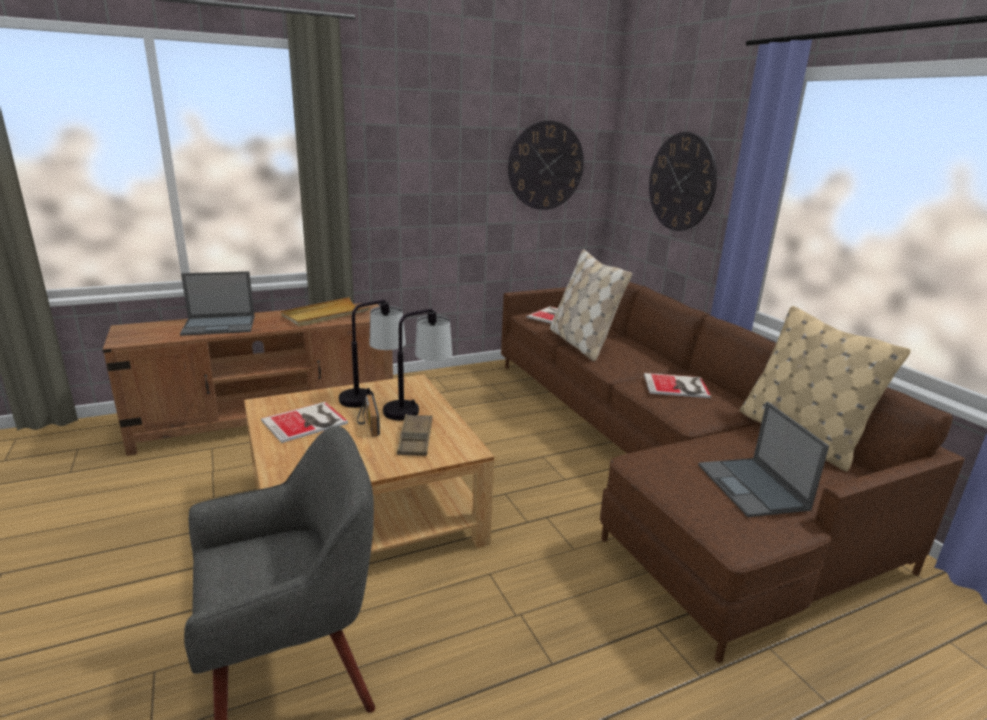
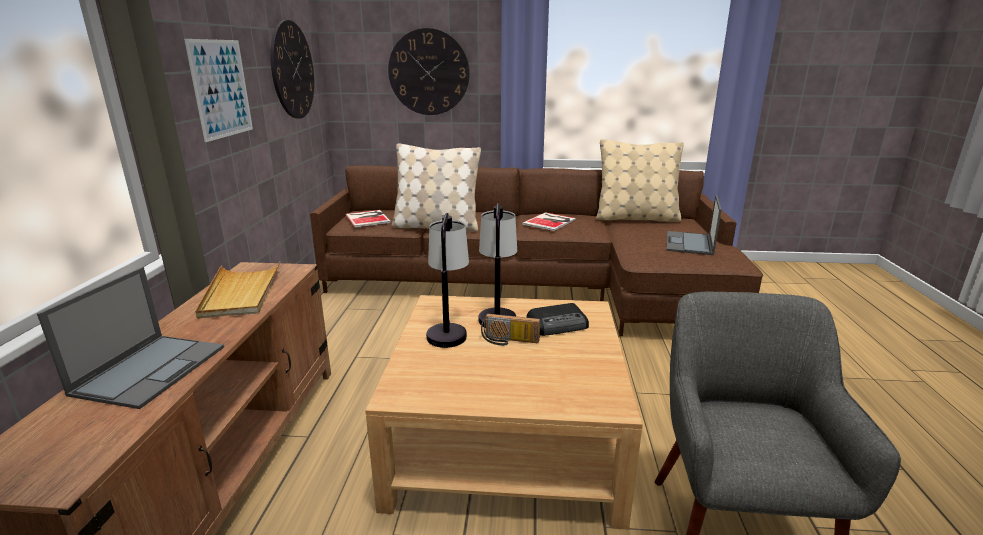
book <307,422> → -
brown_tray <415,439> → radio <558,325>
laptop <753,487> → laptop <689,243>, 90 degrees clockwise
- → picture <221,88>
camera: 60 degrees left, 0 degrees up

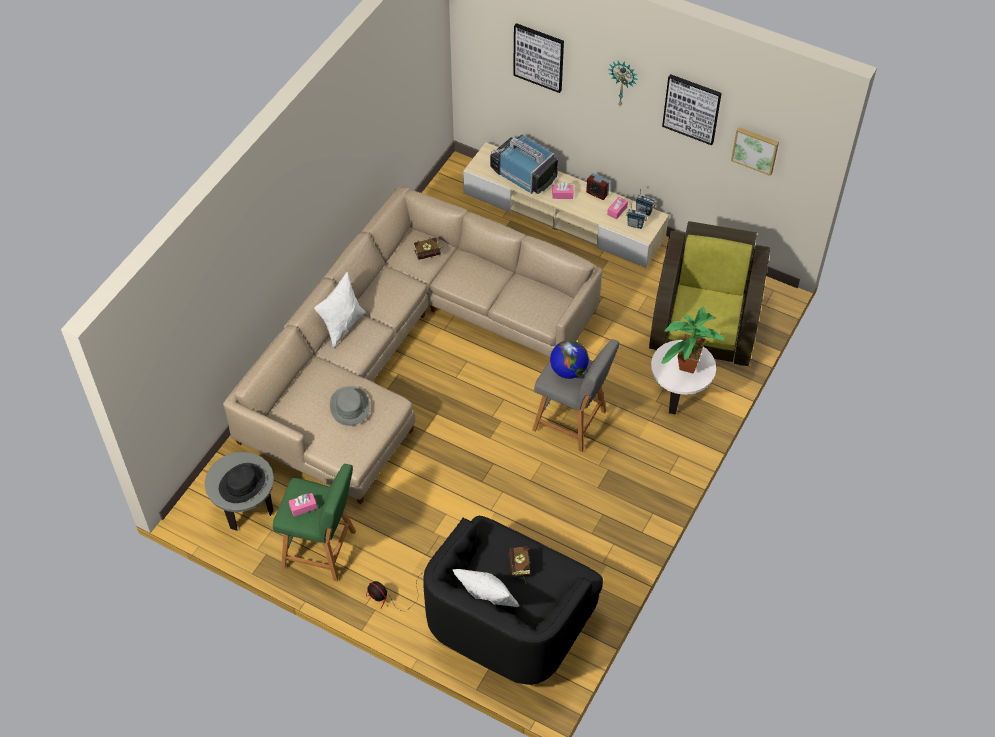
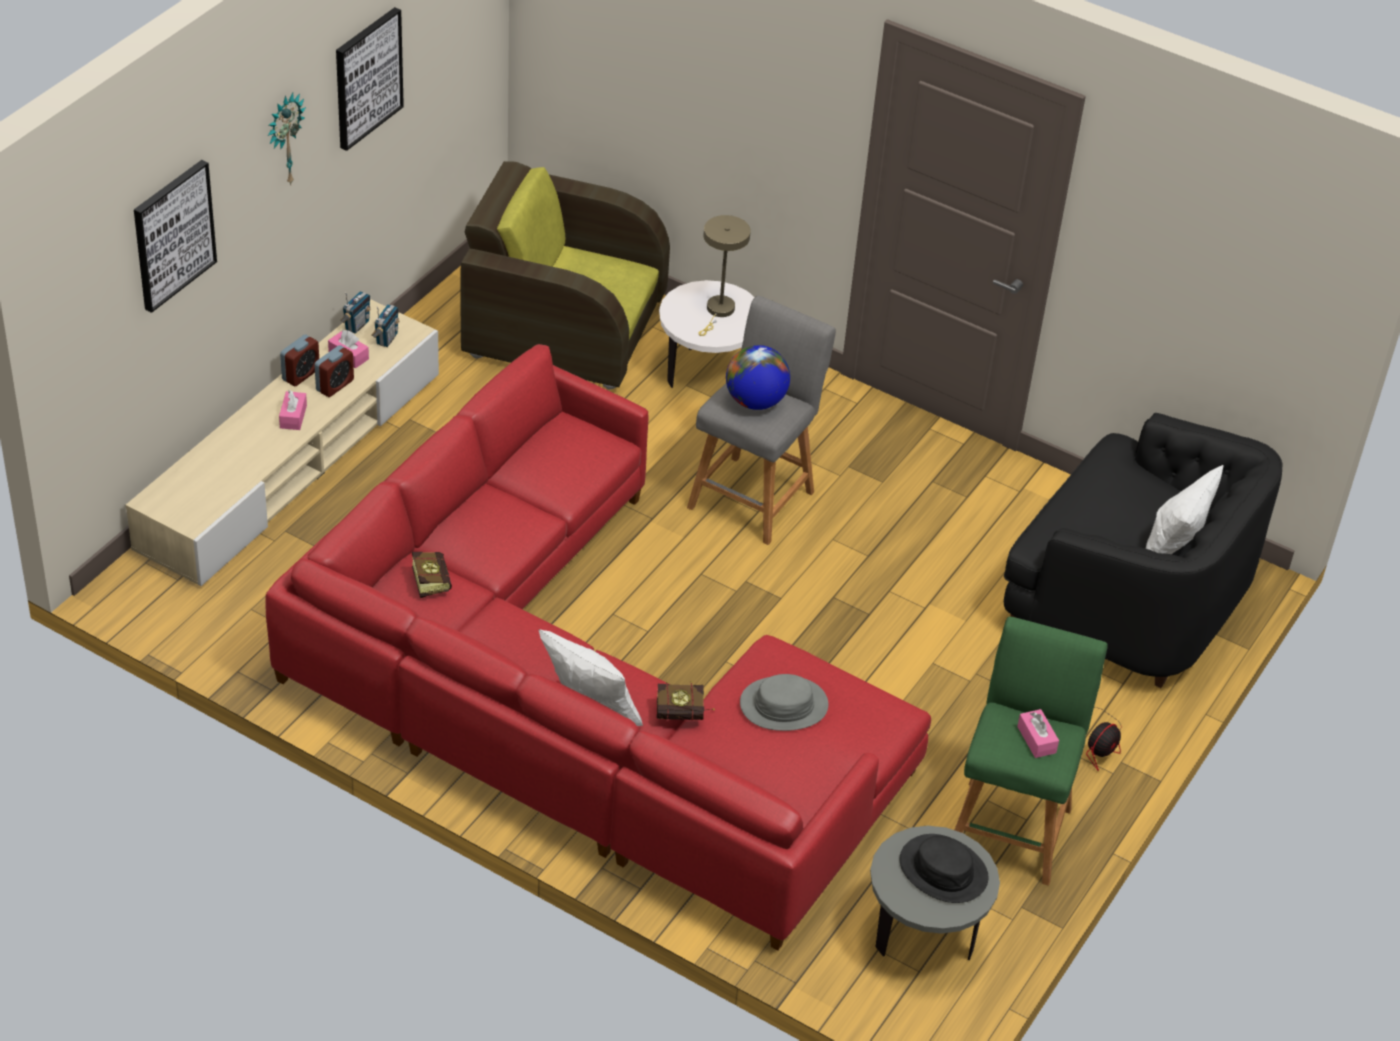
beige_sofa <403,351> → red_sofa <580,698>
television <523,175> → -
book <519,568> → book <685,715>, shifted
potted_plant <685,369> → beige_table_lamp <719,311>
picture <755,149> → -
- → alarm_clock <335,385>
camera: 90 degrees left, 10 degrees down

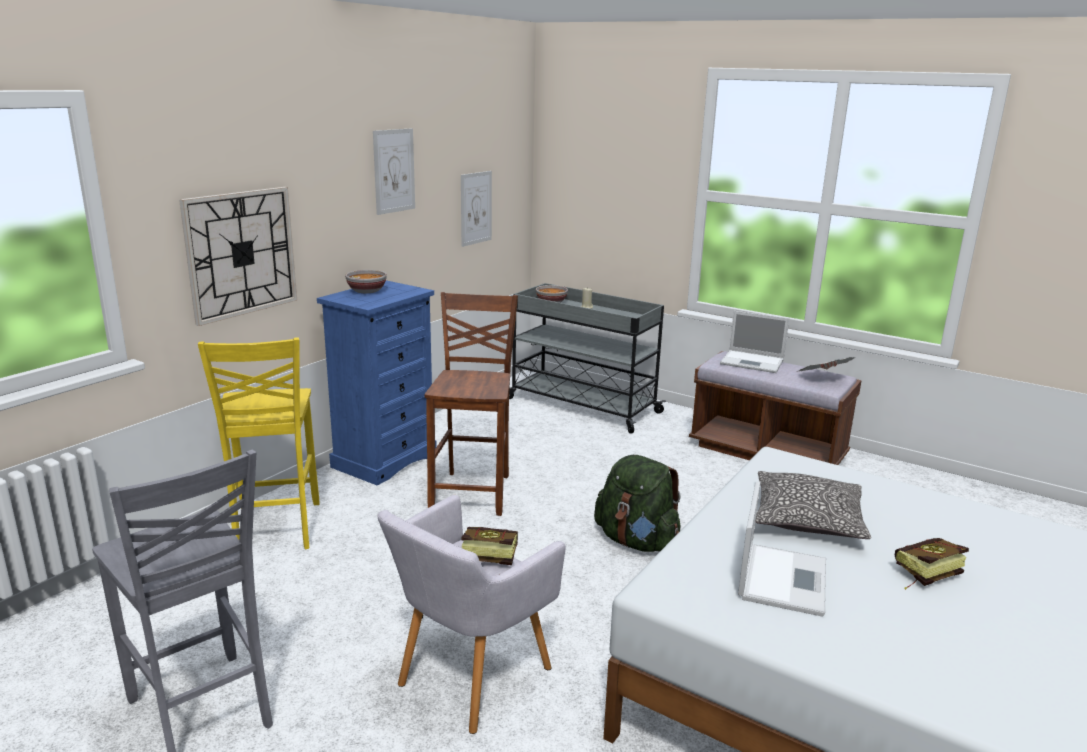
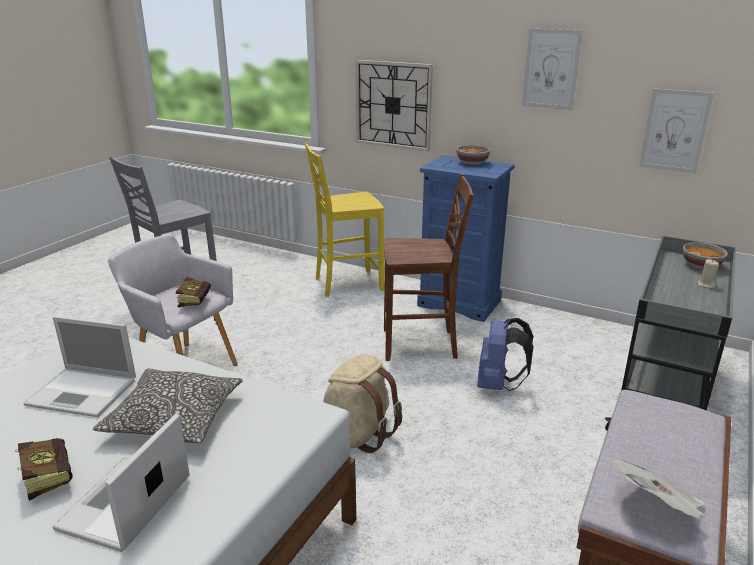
green_backpack <637,541> → beige_backpack <358,435>
laptop <753,362> → laptop <124,505>, shifted
- → blue_backpack <498,385>
camera: 85 degrees right, 5 degrees up

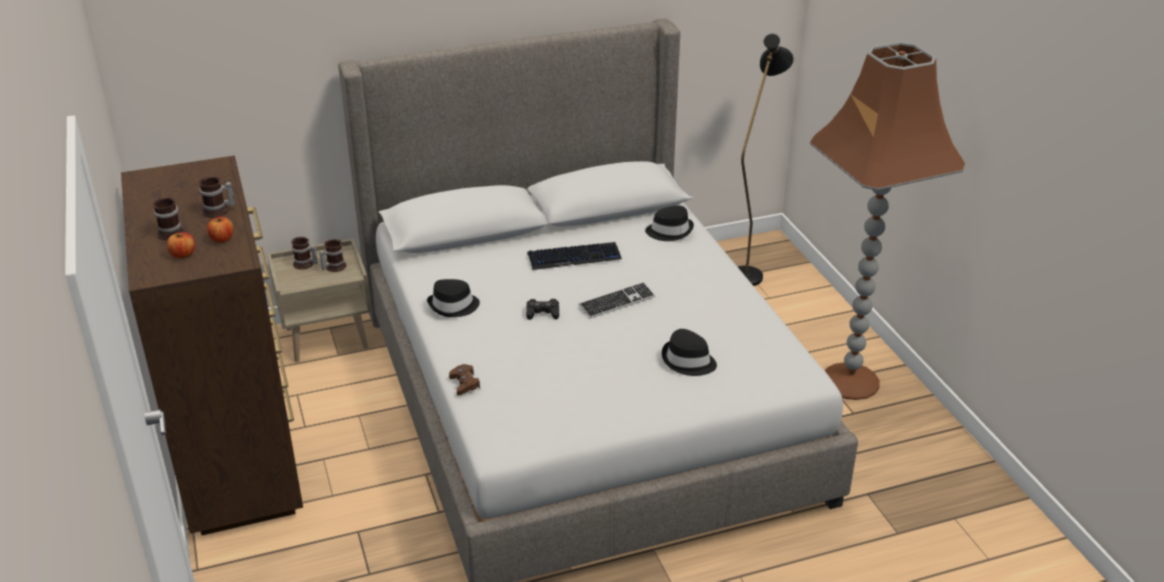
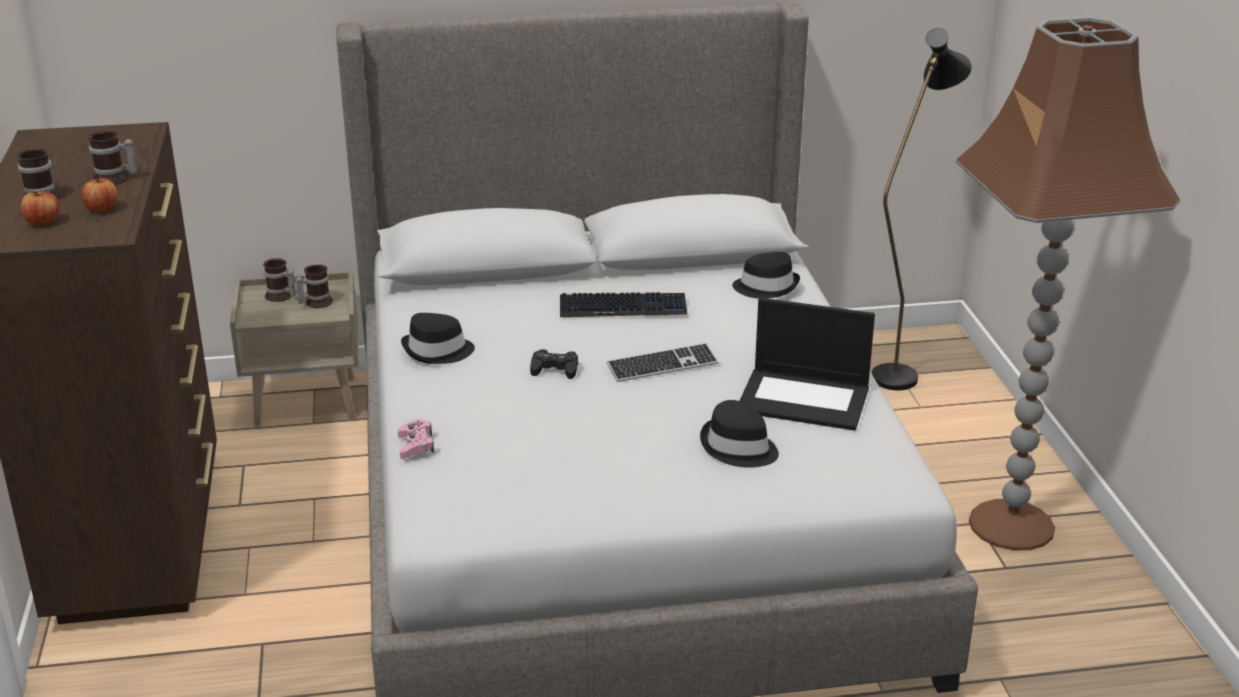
brown_game_controller <464,383> → pink_game_controller <416,445>
- → laptop <805,399>
camera: 10 degrees right, 5 degrees down

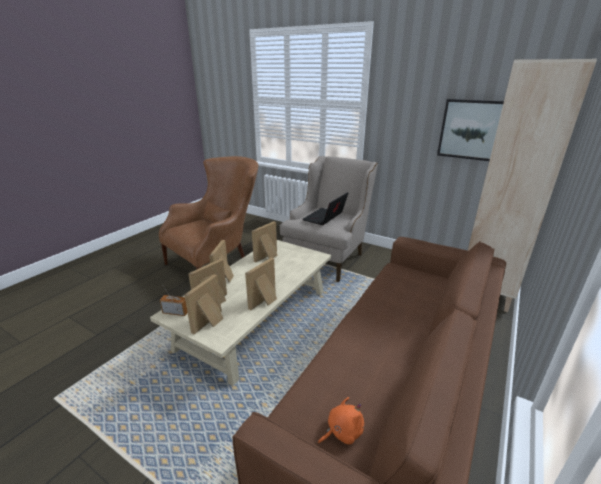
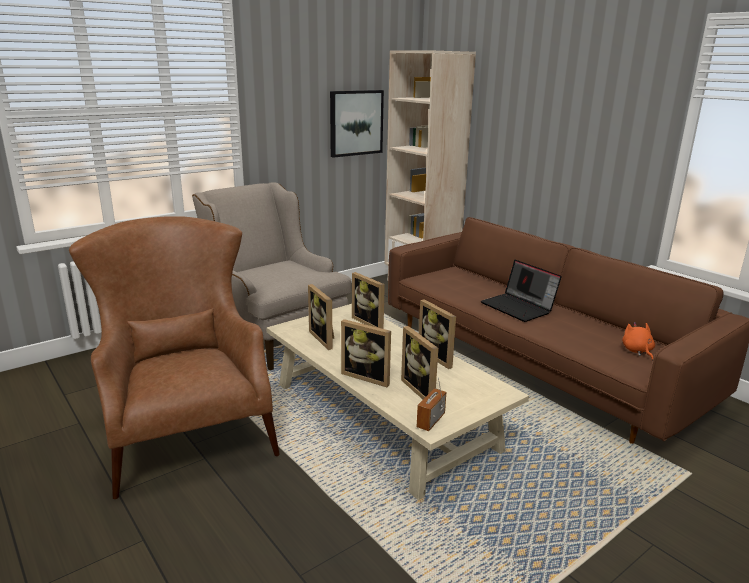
picture_frame <210,323> → picture_frame <371,322>, shifted
laptop <325,218> → laptop <519,307>, shifted
camera: 70 degrees left, 5 degrees down

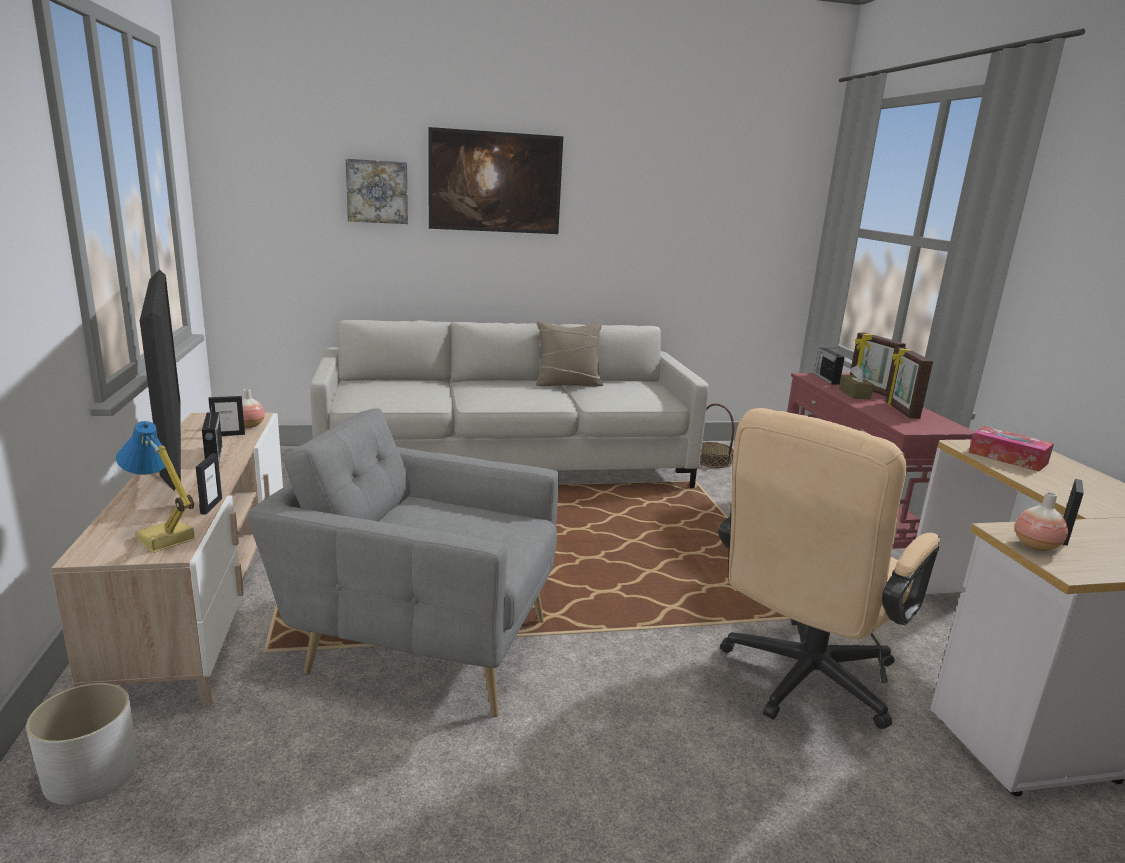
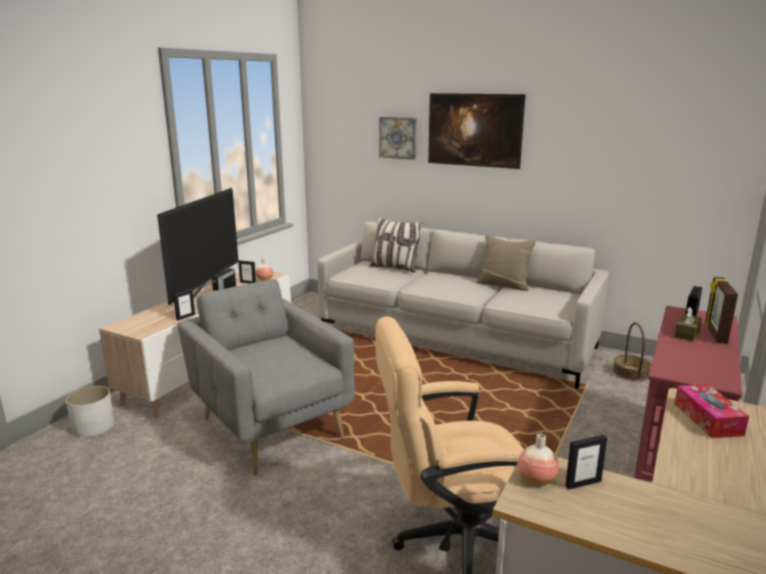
table_lamp <163,540> → -
picture_frame <900,410> → -
- → pillow <394,268>
camera: 40 degrees right, 0 degrees up

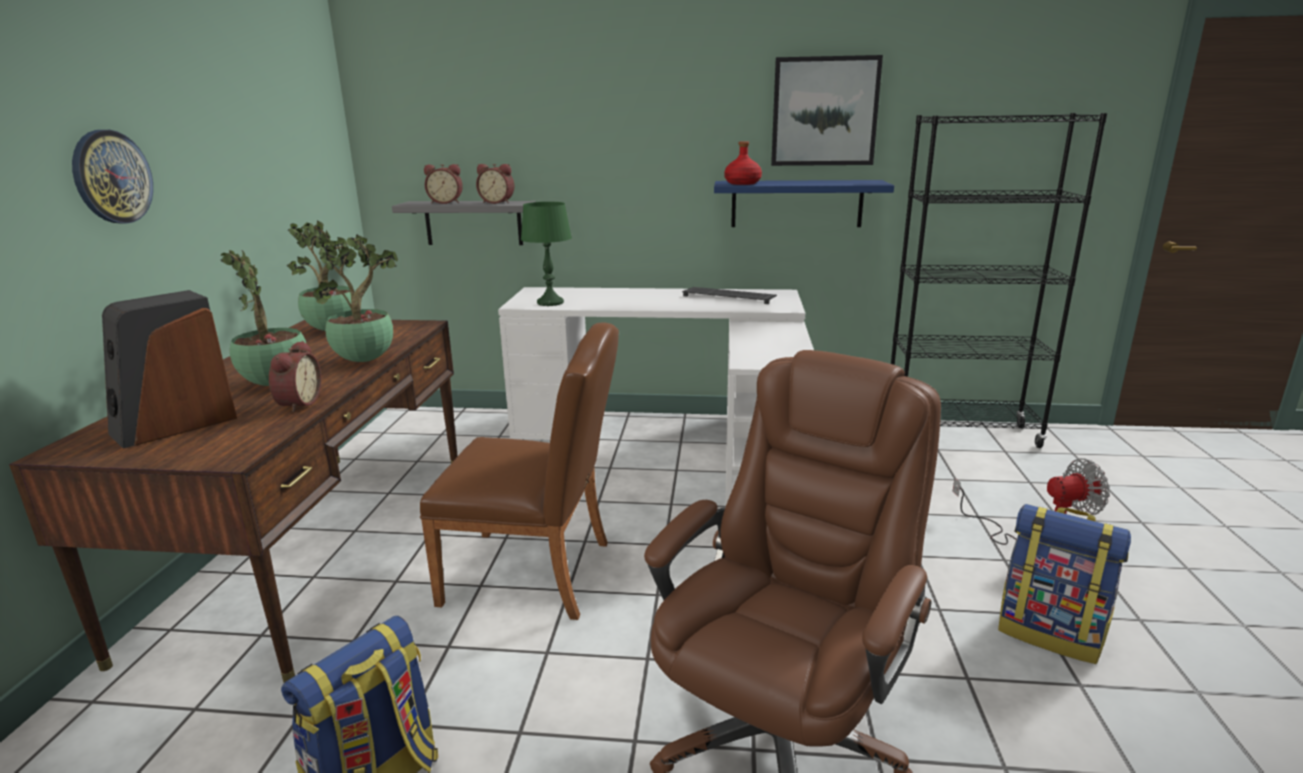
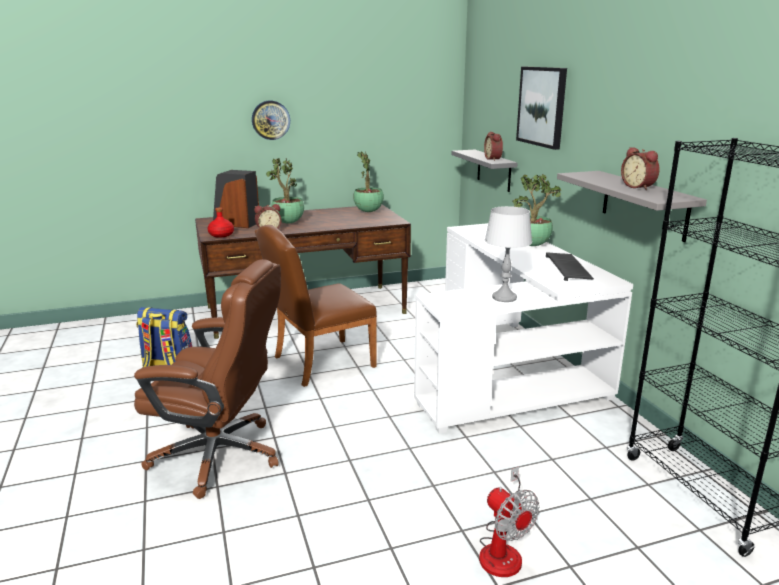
potted_plant <366,360> → potted_plant <533,245>, shifted
brown_chair <539,574> → brown_chair <317,363>, 75 degrees clockwise
alarm_clock <446,202> → alarm_clock <639,187>, shifted
green_table_lamp <550,302> → -
blue_shelf <796,203> → grey_shelf <644,205>
red_bottle <743,183> → red_bottle <221,235>, shifted
picture <824,112> → picture <542,106>, shifted
backpack <1050,633> → -
- → grey_table_lamp <504,298>
camera: 65 degrees right, 0 degrees up

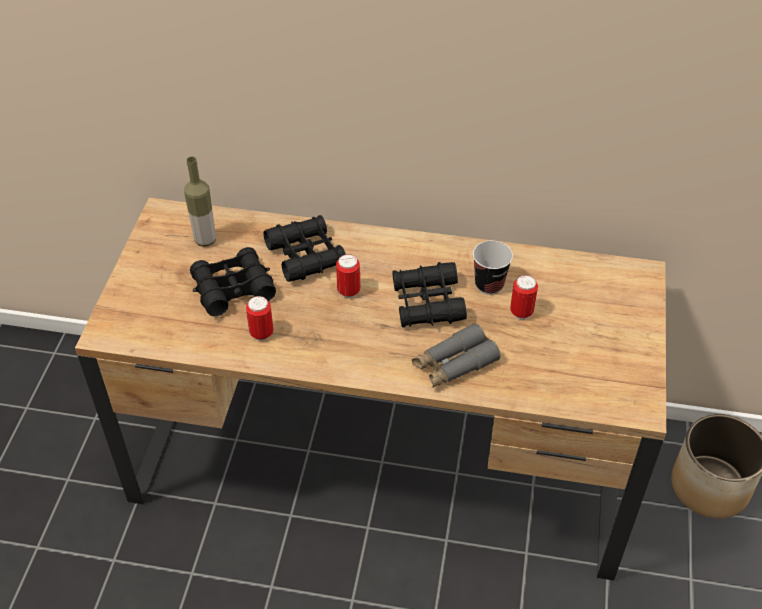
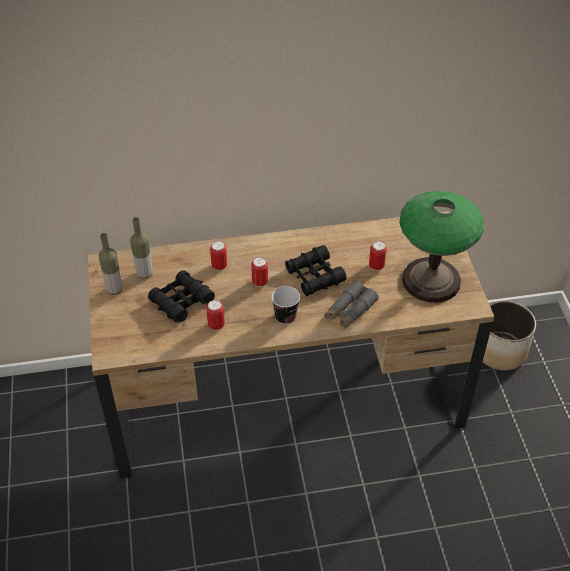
black_binoculars <306,255> → can <219,266>
cup <489,285> → cup <285,317>, shifted
- → bottle <114,290>
- → table_lamp <431,281>
camera: 20 degrees left, 0 degrees up

